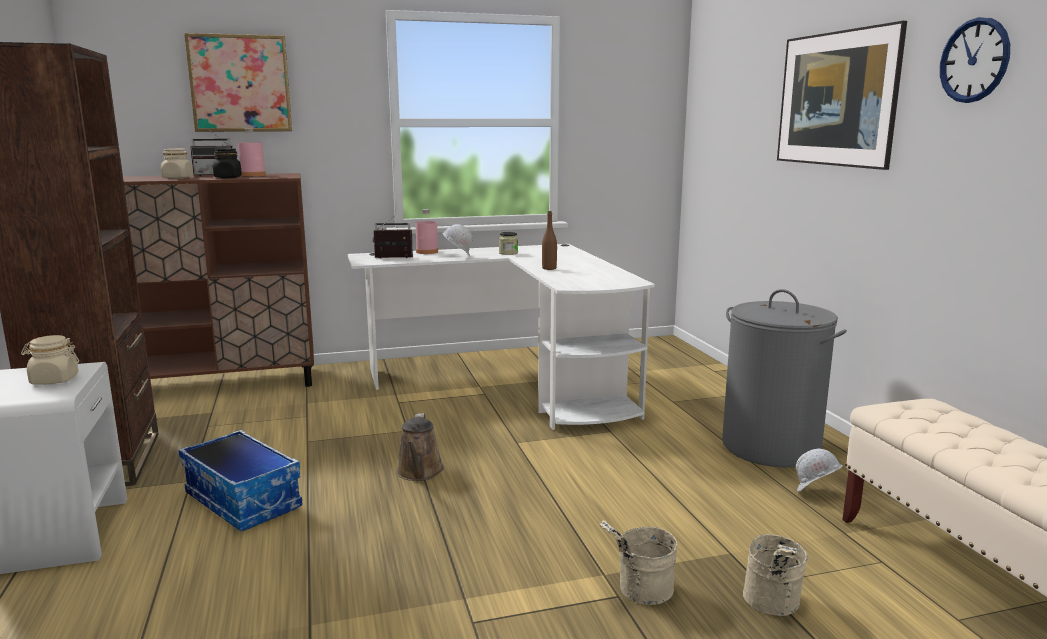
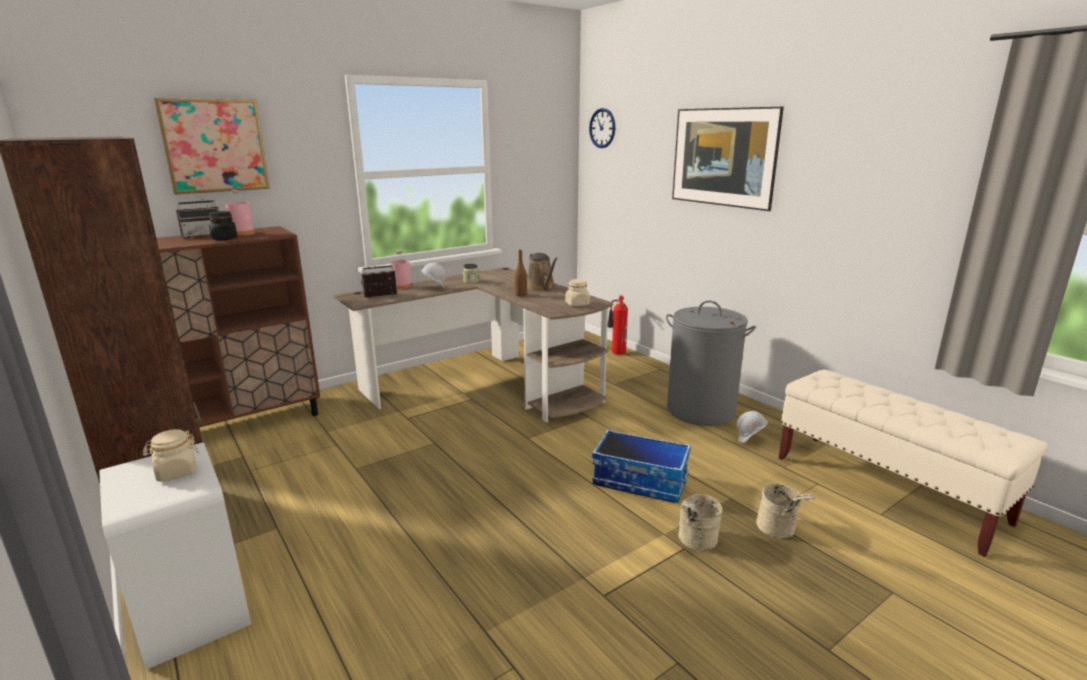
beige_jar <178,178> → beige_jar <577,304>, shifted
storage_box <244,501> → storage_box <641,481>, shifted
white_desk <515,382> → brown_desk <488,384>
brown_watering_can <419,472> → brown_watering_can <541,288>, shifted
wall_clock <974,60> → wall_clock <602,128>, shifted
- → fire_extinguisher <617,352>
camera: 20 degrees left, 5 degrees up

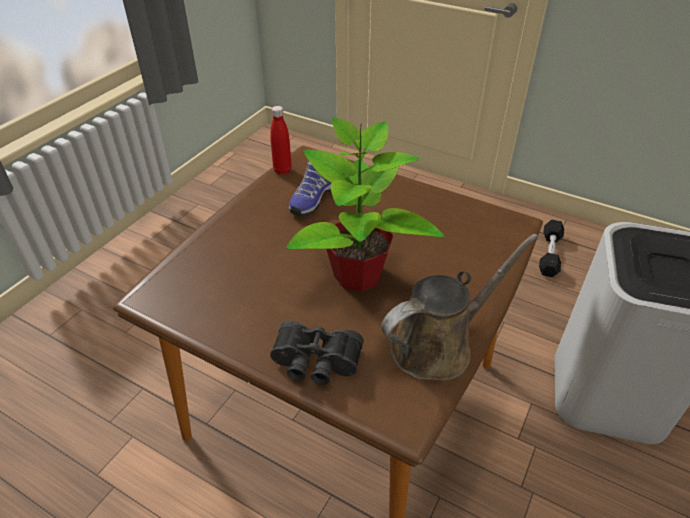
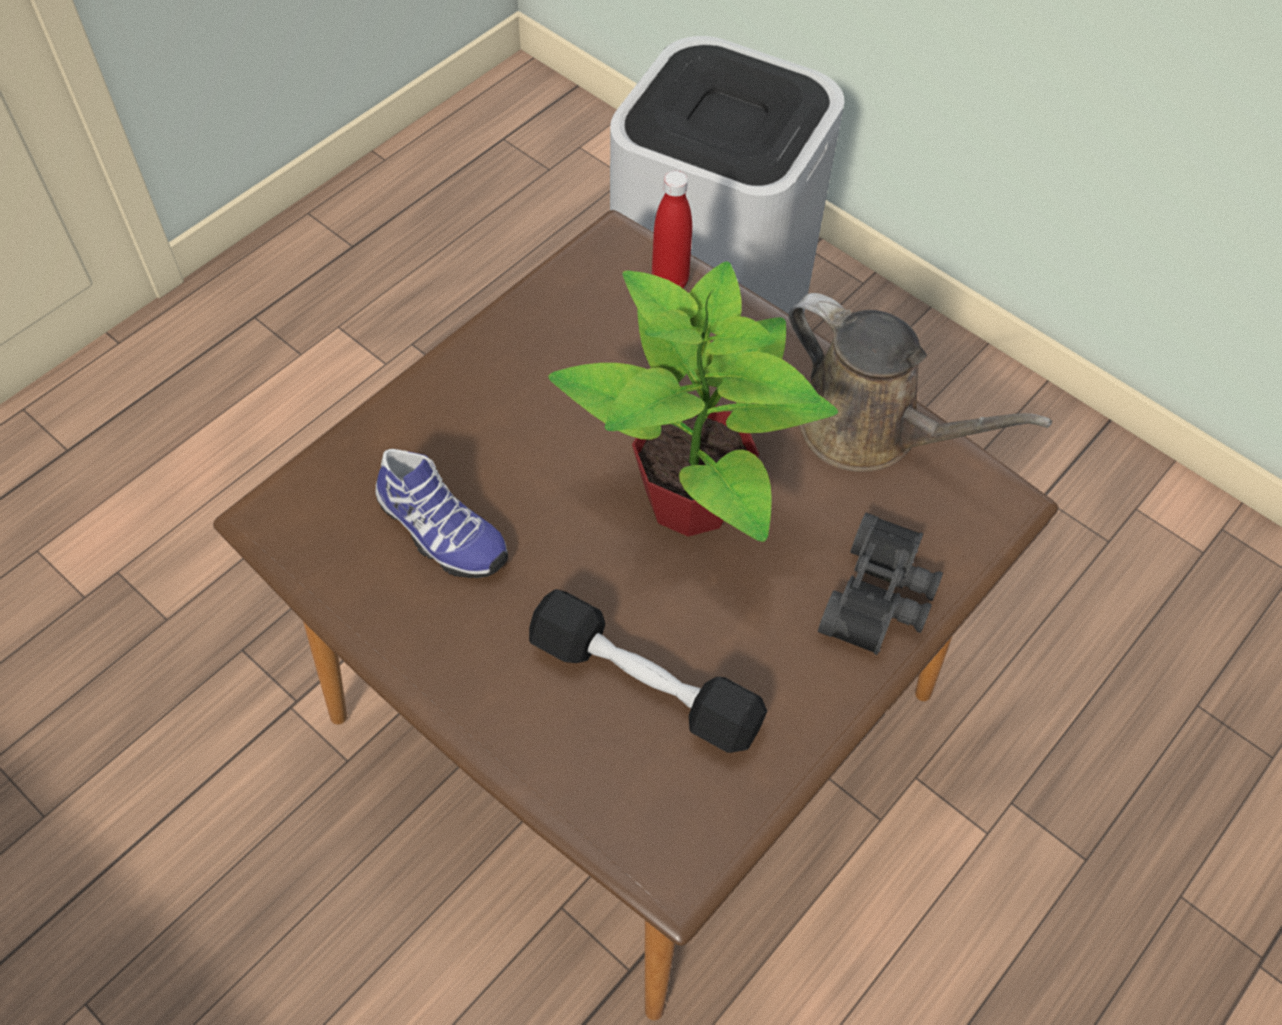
red_bottle <282,170> → red_bottle <670,281>, shifted
brown_watering_can <438,345> → brown_watering_can <869,429>, 150 degrees clockwise
black_dumbbell <549,254> → black_dumbbell <644,684>, shifted
camera: 80 degrees left, 15 degrees up

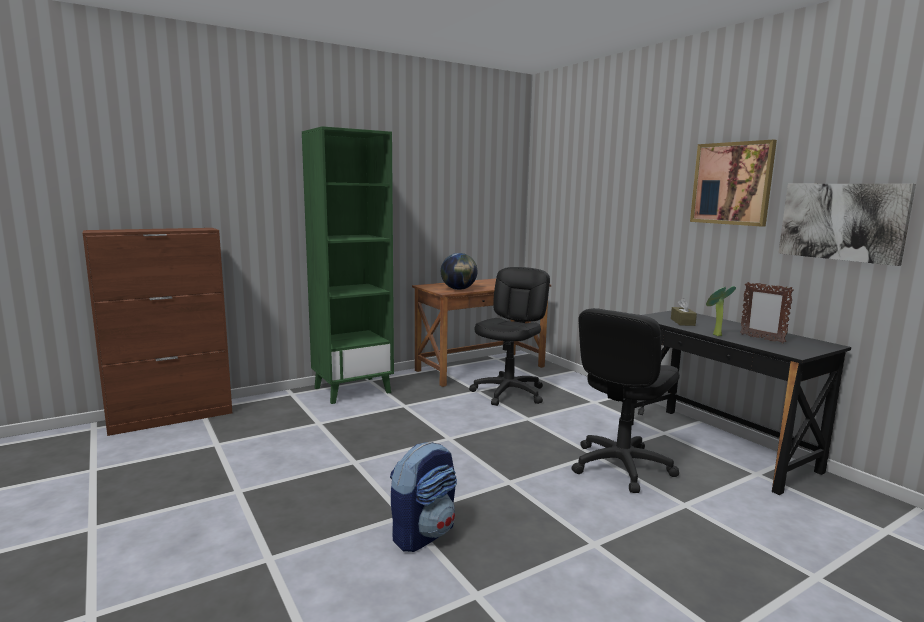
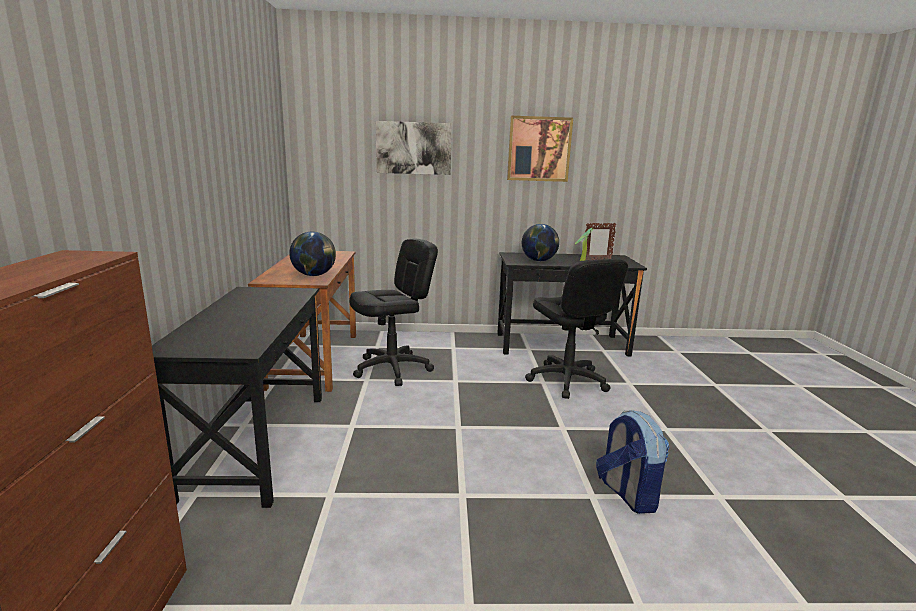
green_bookcase <352,390> → black_desk <257,443>
black_office_chair <509,393> → black_office_chair <392,369>, 90 degrees clockwise
brown_tissue_box <682,322> → globe <539,260>
picture <842,221> → picture <413,148>, shifted
camera: 60 degrees left, 5 degrees up

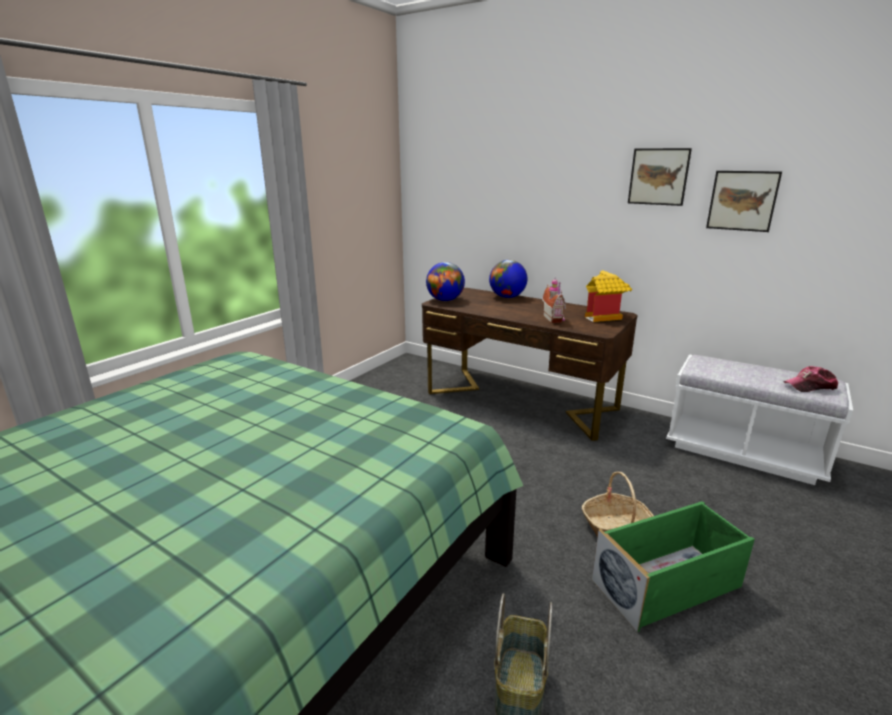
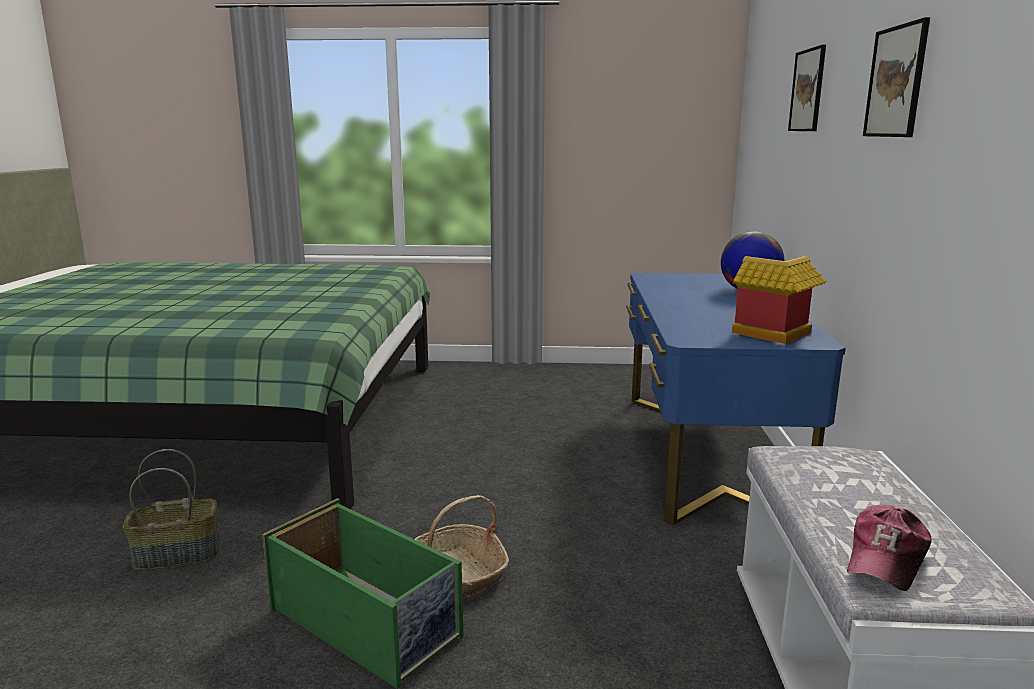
brown_desk <520,401> → blue_desk <704,452>
globe <445,300> → -
toy_house <554,319> → -
picture <742,201> → picture <807,90>, shifted
cap <810,386> → cap <886,559>, 105 degrees counterclockwise
camera: 60 degrees right, 5 degrees down

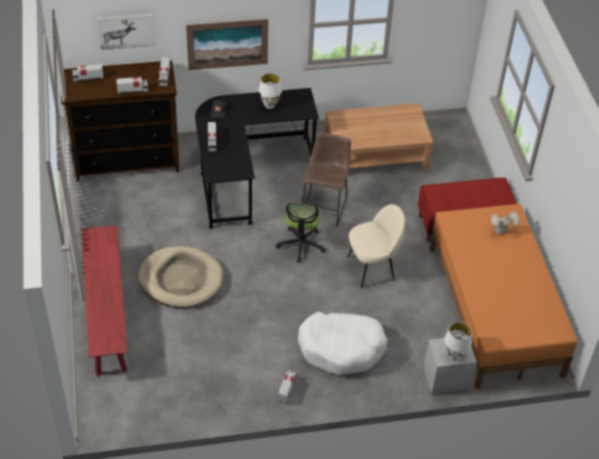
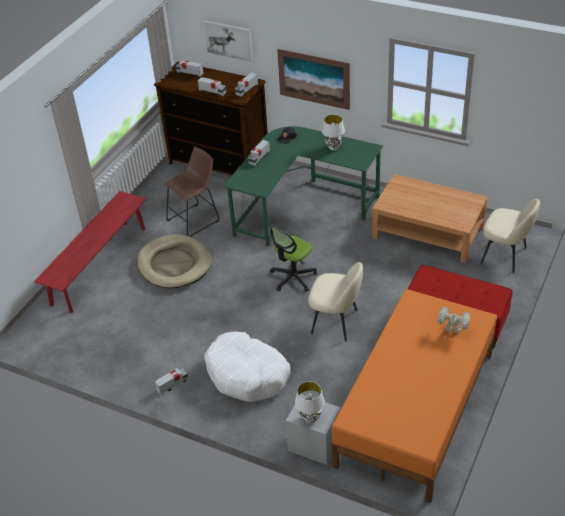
black_desk <245,173> → green_desk <300,205>
brown_stool <324,206> → brown_stool <195,219>, shifted
- → beige_chair <505,256>
camera: 40 degrees right, 5 degrees down

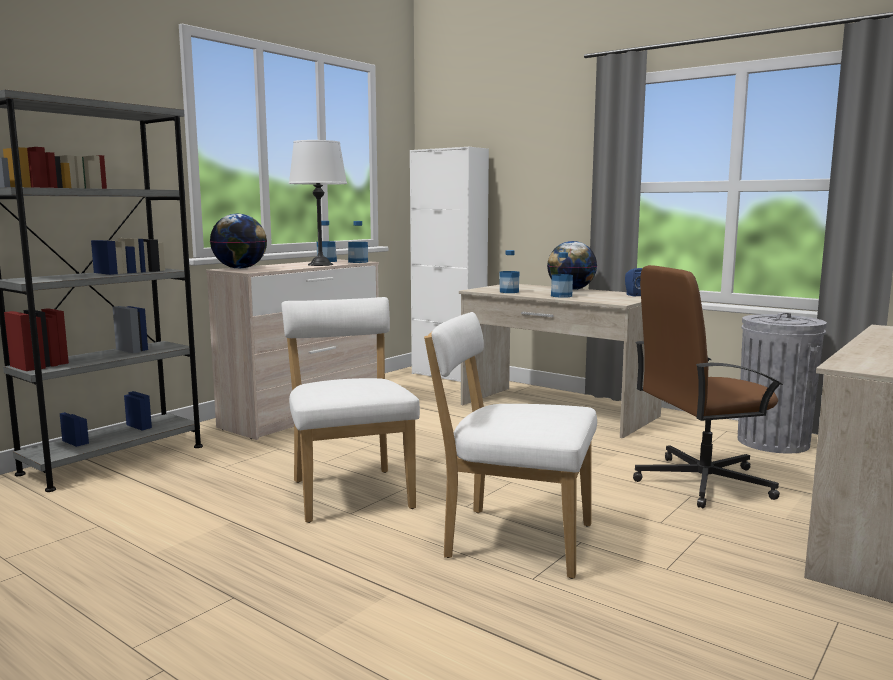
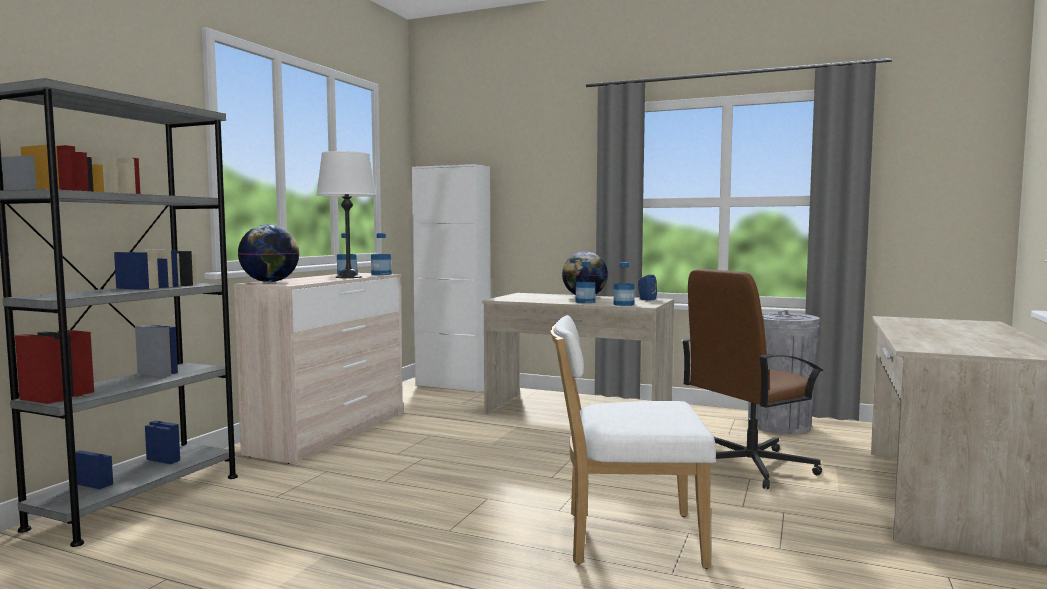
white_chair <350,492> → -
bottle <509,292> → bottle <623,304>, shifted
camera: 15 degrees left, 5 degrees down

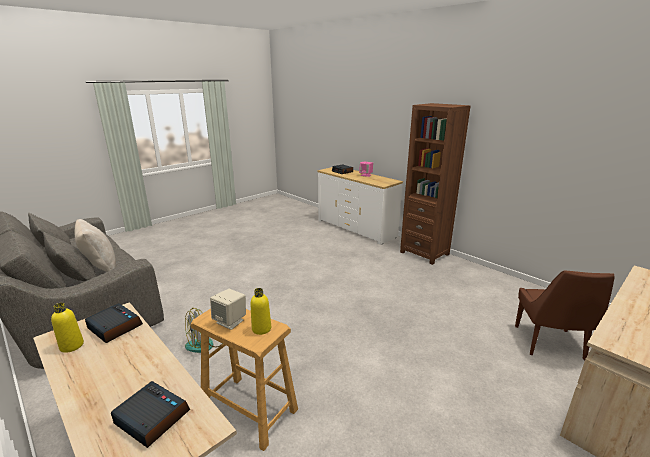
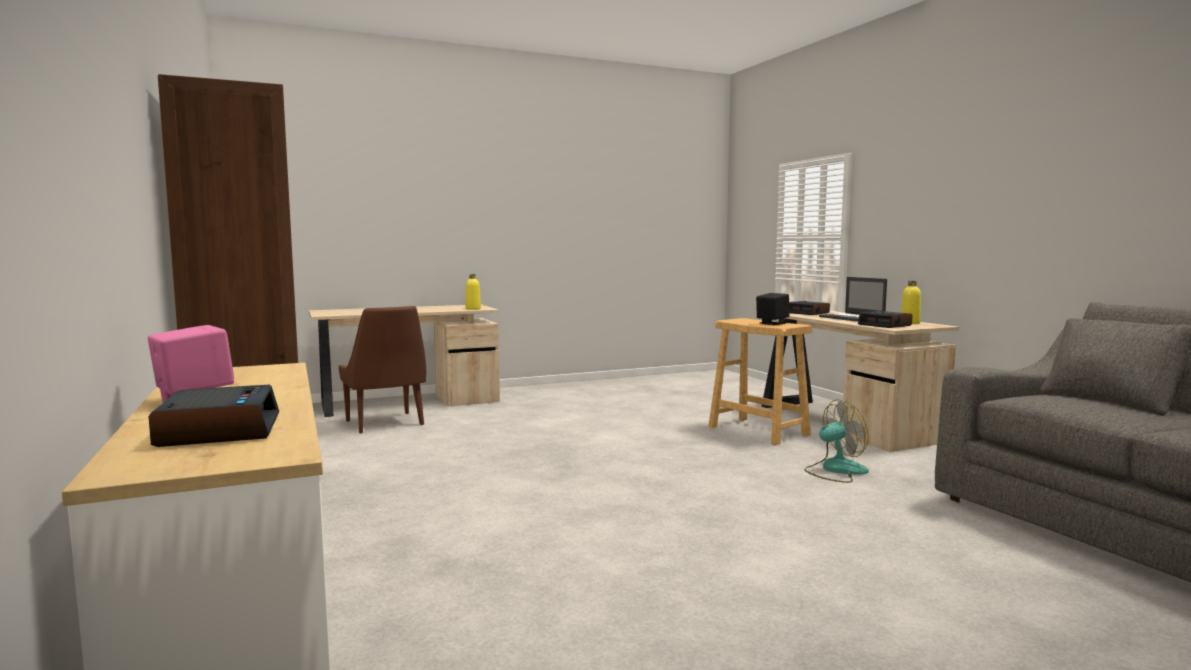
beige_pillow <100,266> → -
beige_speaker <230,321> → black_speaker <771,323>
yellow_bottle <261,329> → yellow_bottle <473,309>, shifted
brown_chair <549,344> → brown_chair <385,423>, 120 degrees clockwise
- → laptop <852,318>
camera: 160 degrees left, 15 degrees down

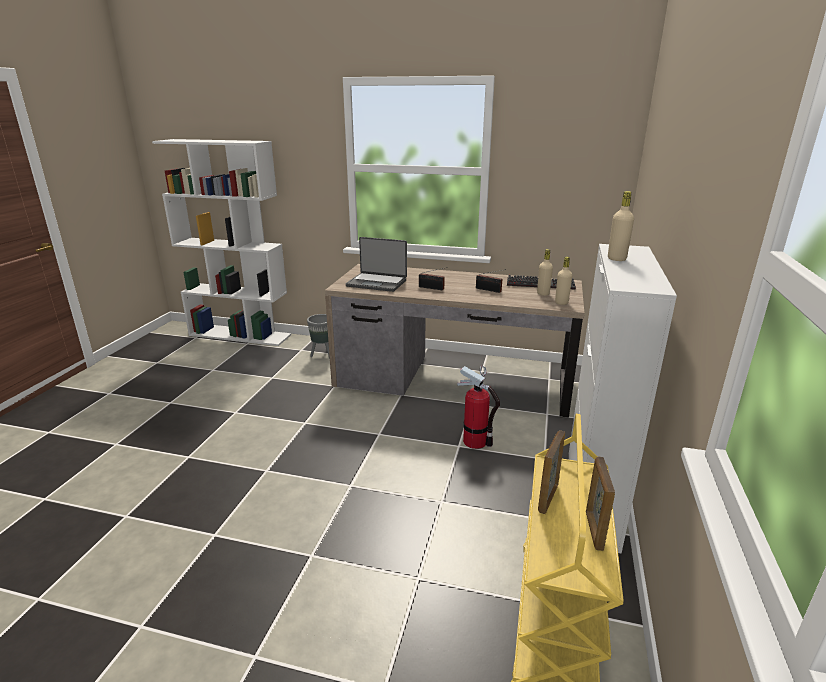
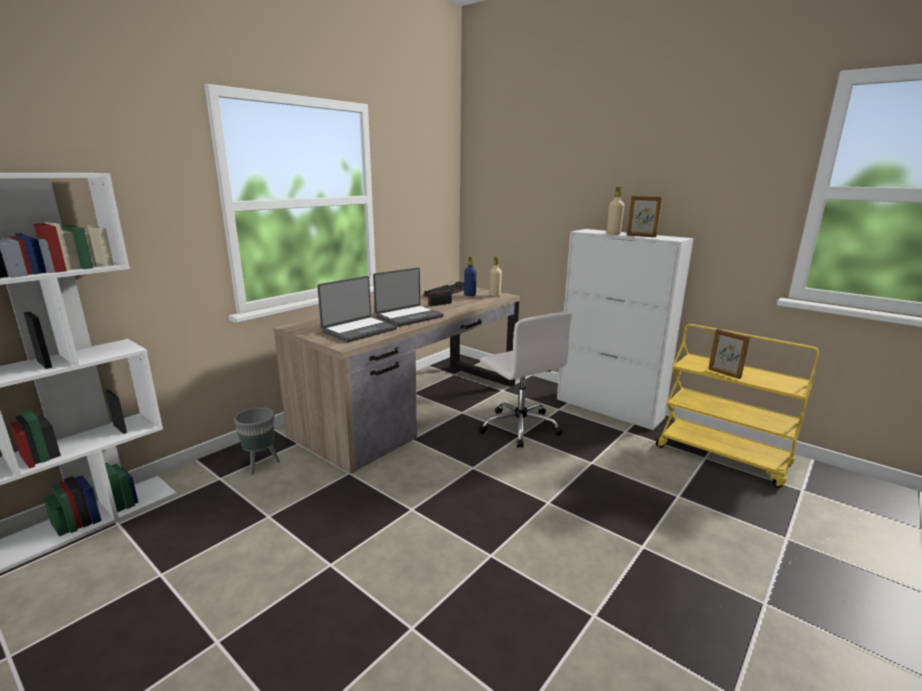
radio <432,288> → laptop <408,317>
fire_extinguisher <475,441> → white_office_chair <519,427>
beige_bottle <543,293> → blue_bottle <470,295>
picture_frame <594,530> → picture_frame <641,236>, shifted
camera: 65 degrees left, 5 degrees down

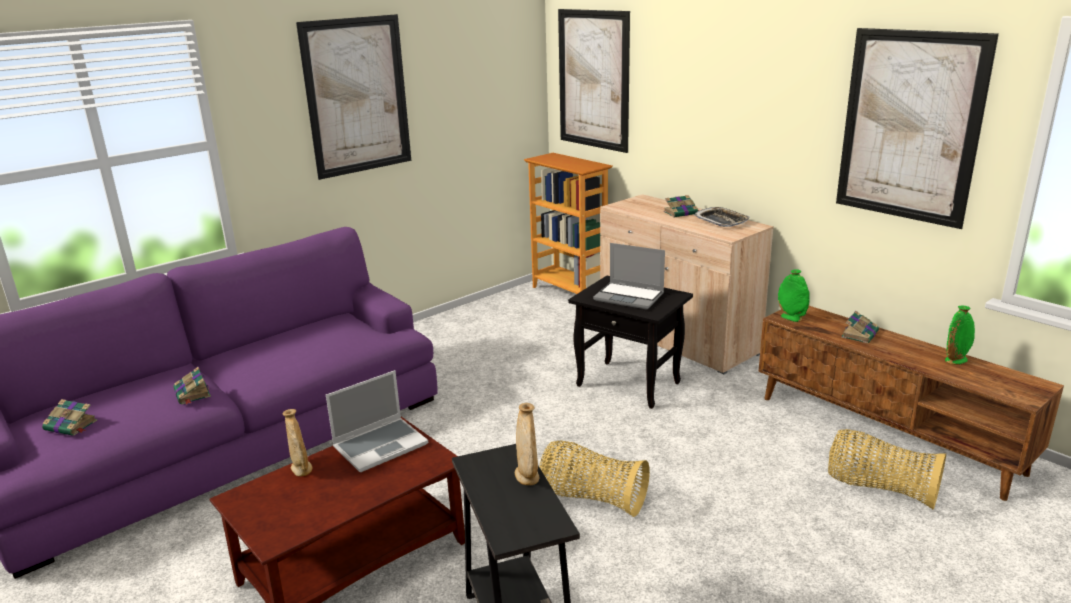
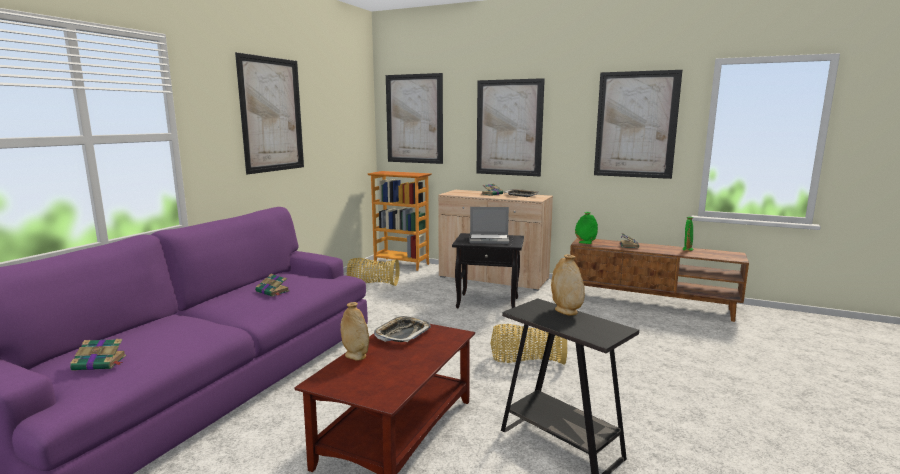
book <192,394> → book <273,291>, shifted
laptop <381,445> → tray <402,333>
basket <879,488> → basket <372,284>, shifted
- → picture <509,128>
camera: 25 degrees left, 10 degrees down

